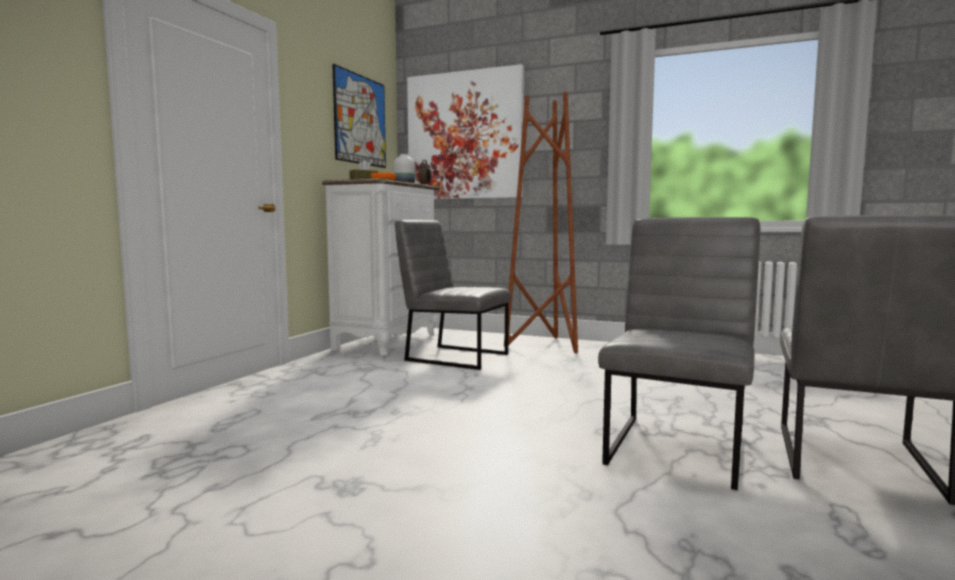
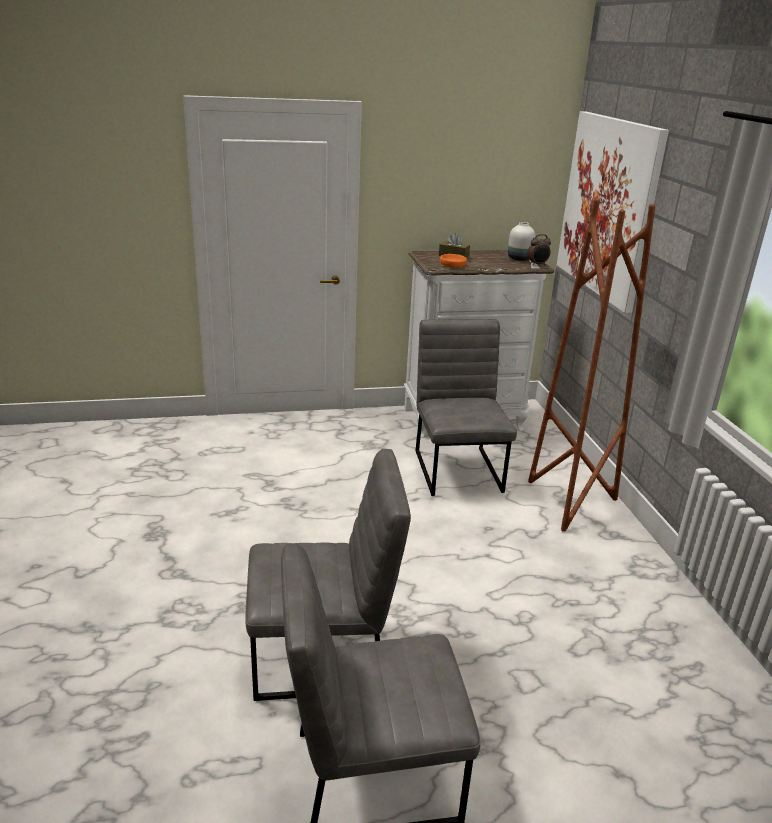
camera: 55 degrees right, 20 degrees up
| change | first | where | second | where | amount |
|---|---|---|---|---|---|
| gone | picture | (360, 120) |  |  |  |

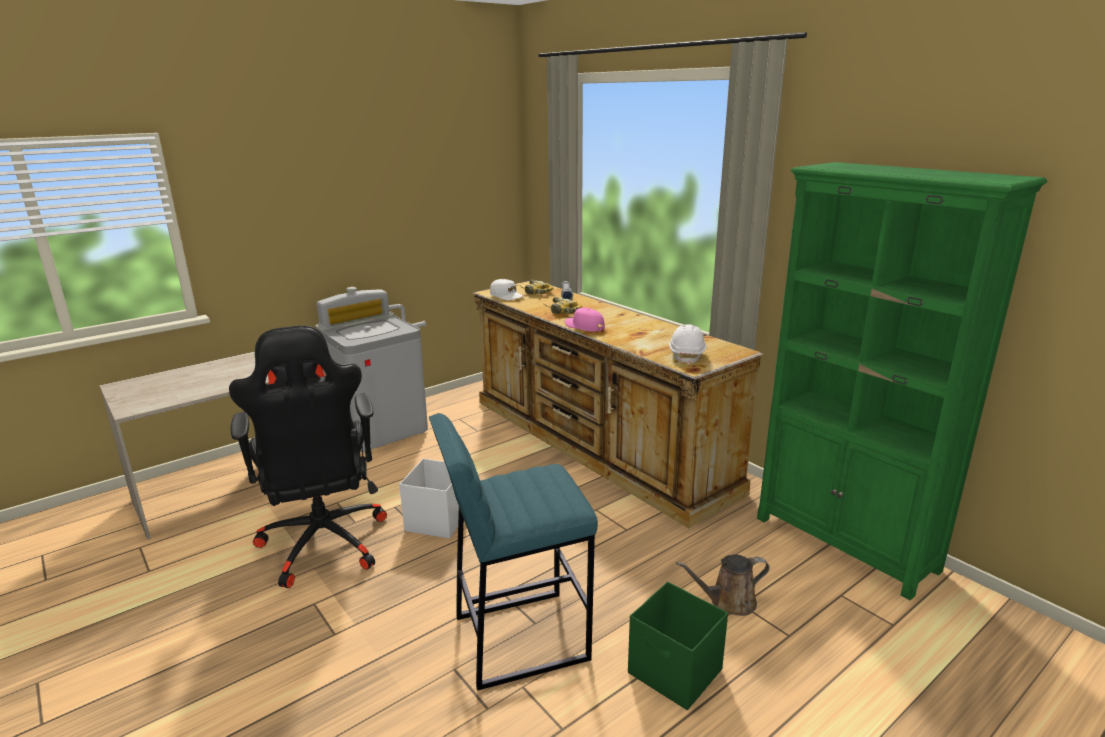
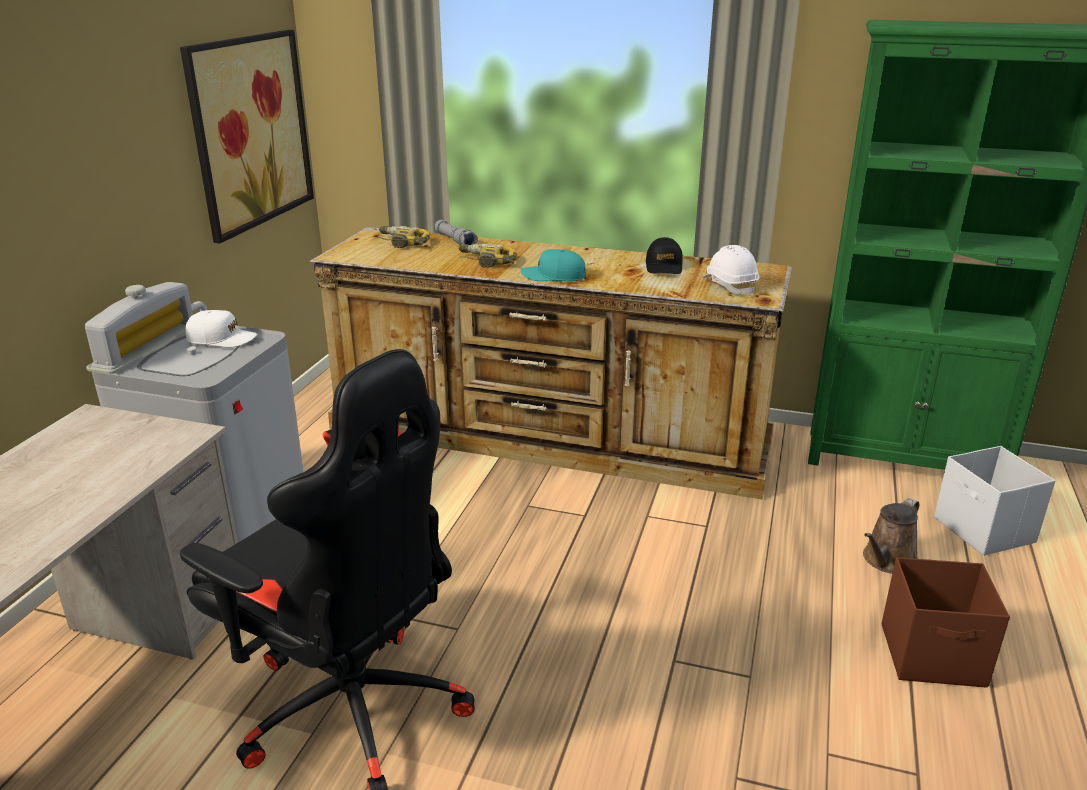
camera: 35 degrees left, 5 degrees up
| change | first | where | second | where | amount |
|---|---|---|---|---|---|
| gone | stool (turquoise) | (517, 638) |  |  |  |
| new |  |  | picture | (250, 132) |  |
| new |  |  | cap (black) | (664, 266) |  |
| shifted | storage box (white) | (437, 521) |  | (984, 531) |  |
| shifted | cap (white) | (506, 296) |  | (222, 339) |  |
| repainted | cap (pink) | (584, 326) | cap (turquoise) | (553, 276) |  |
| repainted | storage box (green) | (675, 673) | storage box (brown) | (934, 656) |  |

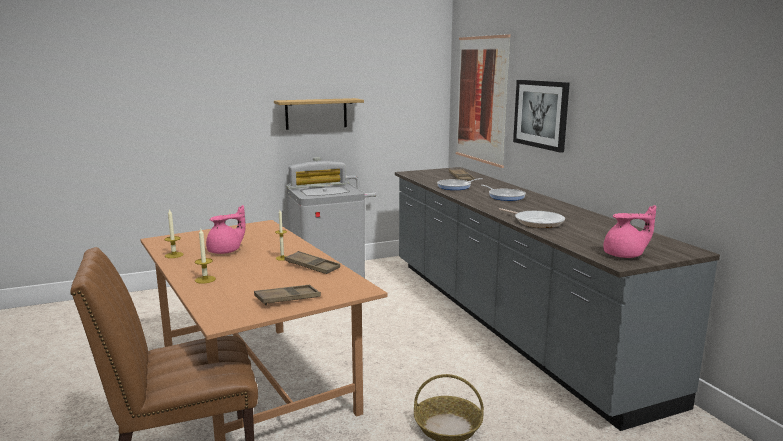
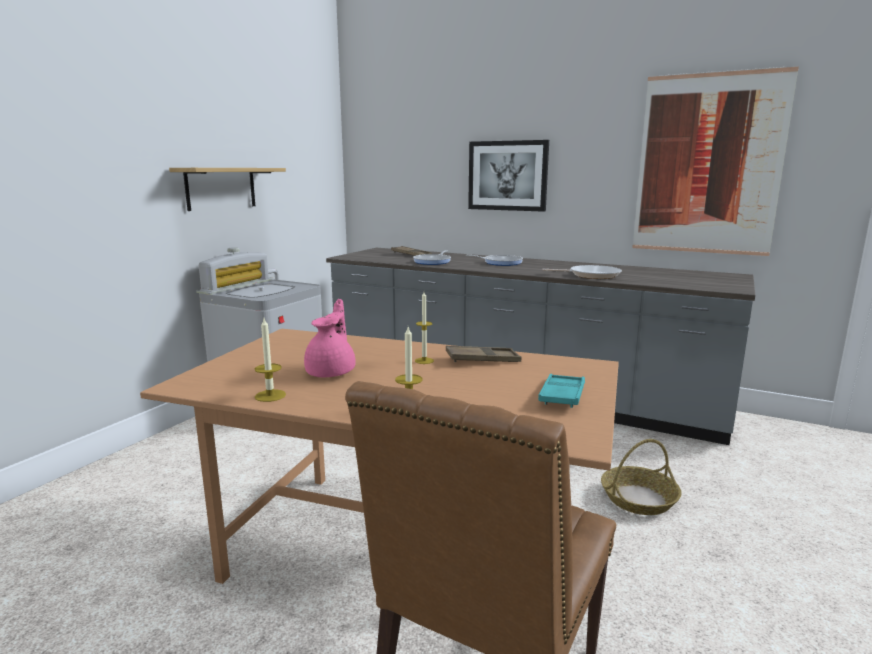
camera: 40 degrees left, 0 degrees up
| change | first | where | second | where | amount |
|---|---|---|---|---|---|
| gone | teapot (pink) | (625, 255) |  |  |  |
| shifted | picture | (481, 99) |  | (708, 165) |  |
| repainted | tray (brown) | (287, 299) | tray (turquoise) | (562, 395) |  |

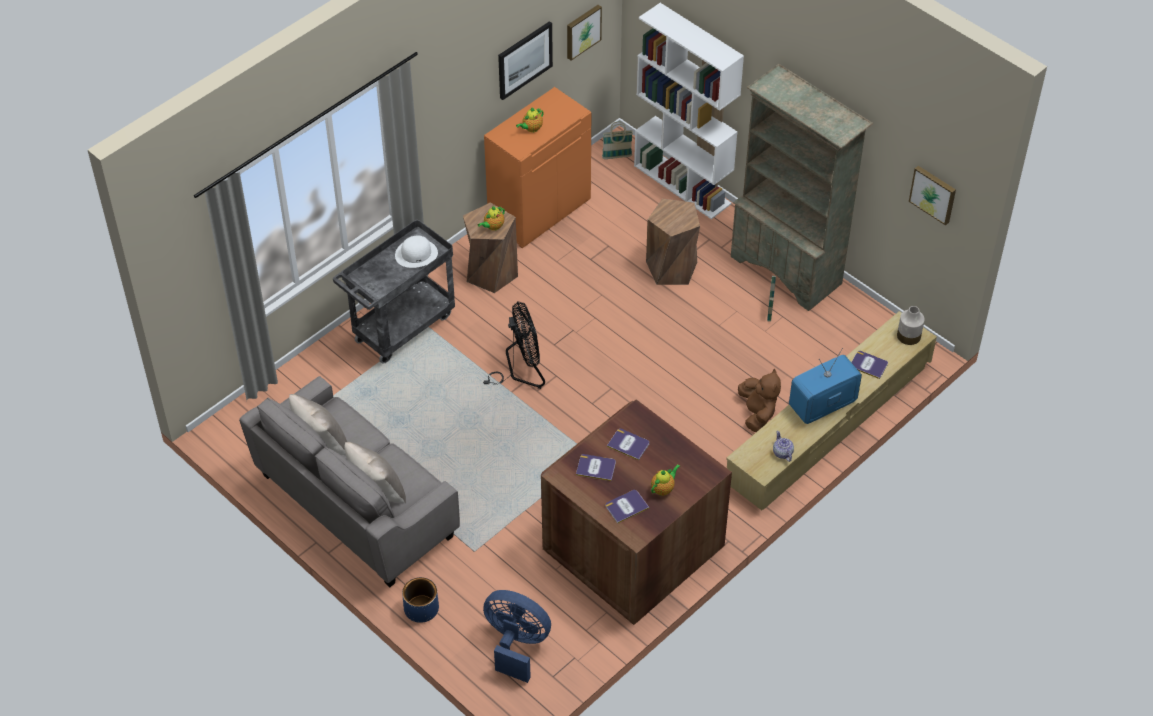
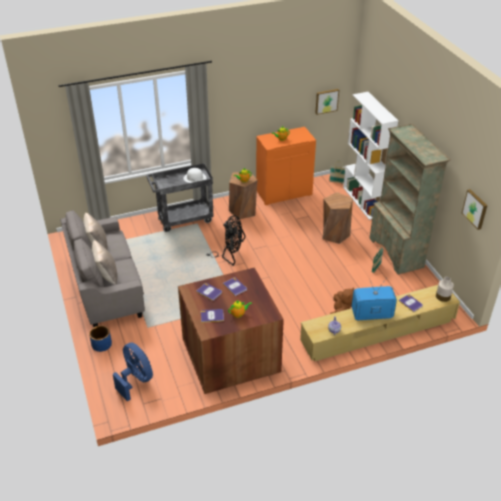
camera: 25 degrees right, 10 degrees down
| change | first | where | second | where | amount |
|---|---|---|---|---|---|
| gone | picture | (524, 59) |  |  |  |

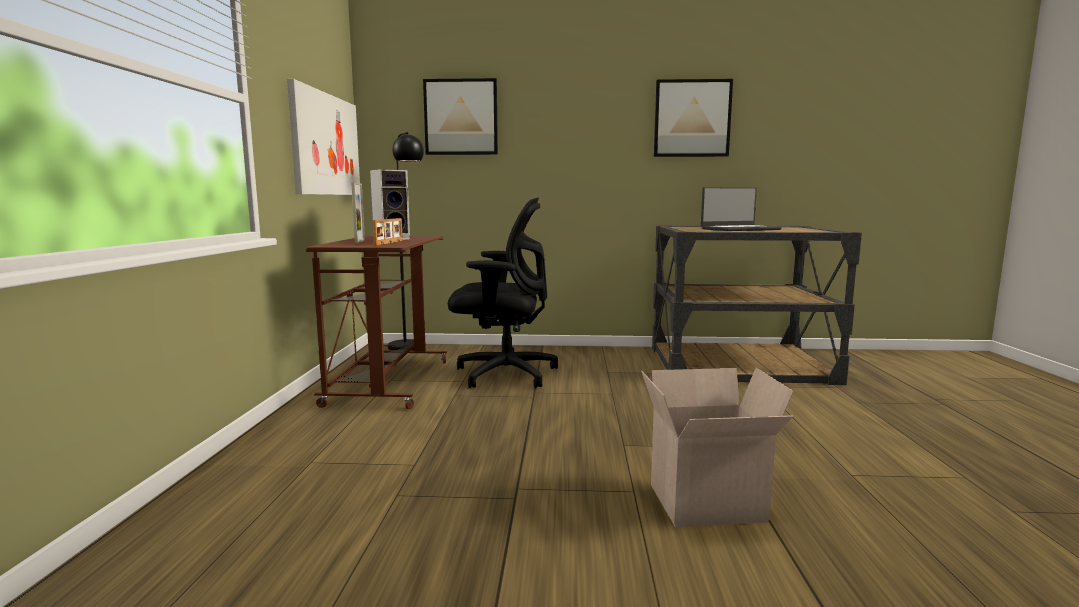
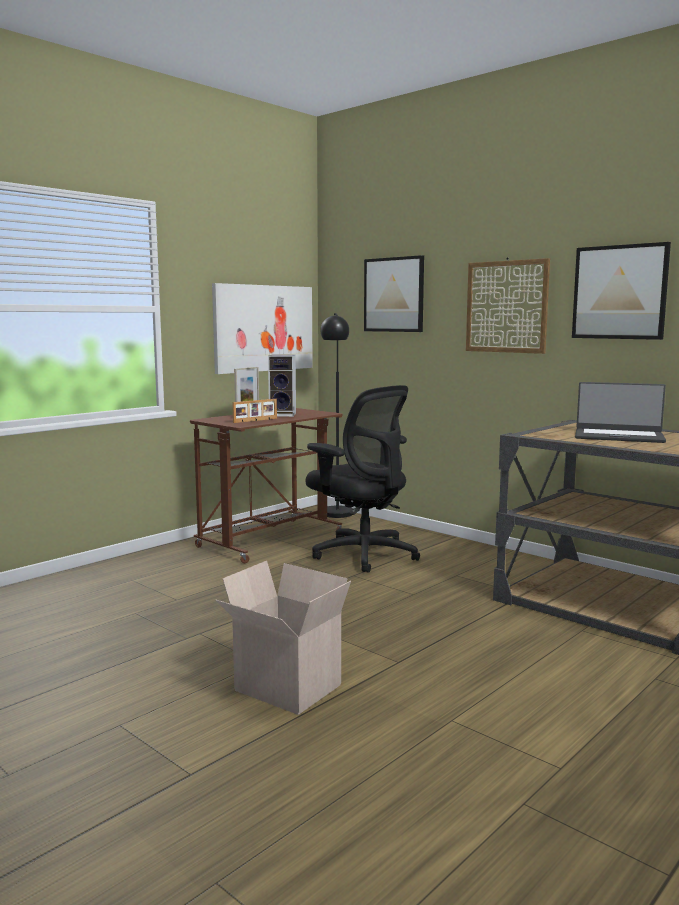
camera: 40 degrees right, 0 degrees up
| change | first | where | second | where | amount |
|---|---|---|---|---|---|
| new |  |  | picture | (506, 305) |  |

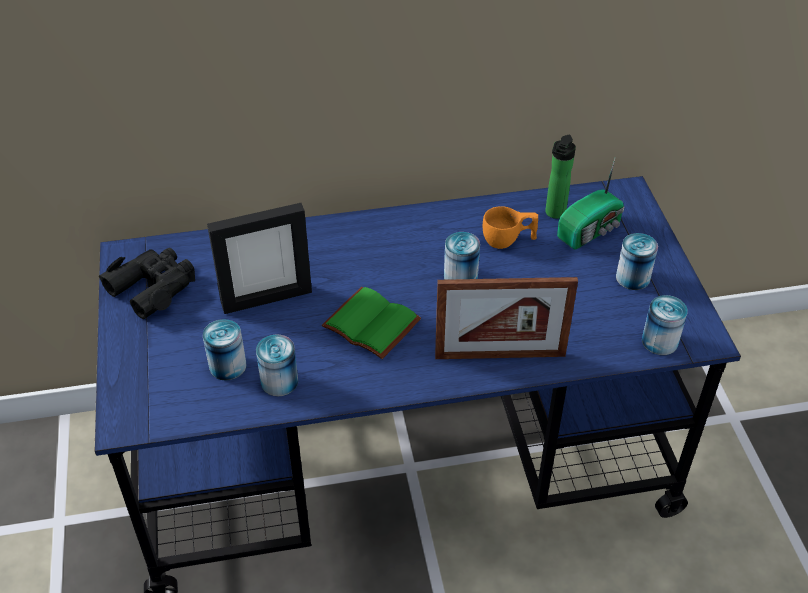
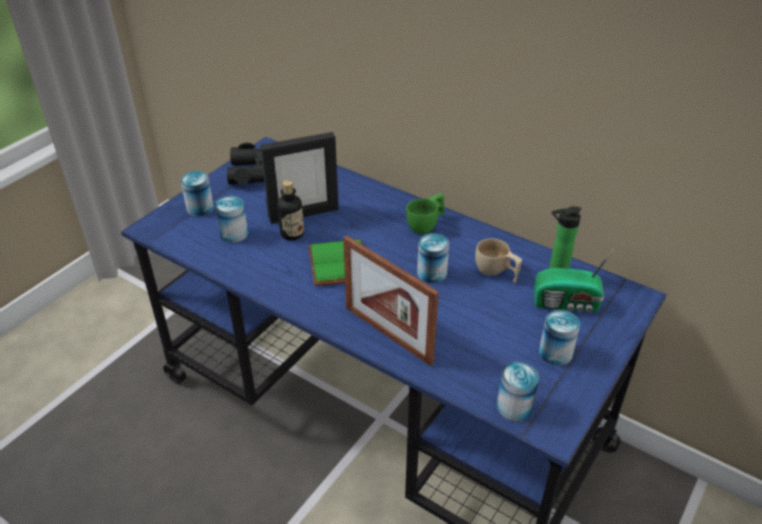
camera: 45 degrees right, 5 degrees down
| change | first | where | second | where | amount |
|---|---|---|---|---|---|
| new |  |  | bottle | (292, 234) |  |
| new |  |  | cup (green) | (427, 224) |  |
| shifted | can | (279, 381) |  | (200, 208) |  |
| repainted | cup (orange) | (508, 240) | cup (beige) | (496, 272) |  |
| rotated | picture frame | (266, 298) |  | (303, 213) | 45 degrees counterclockwise |

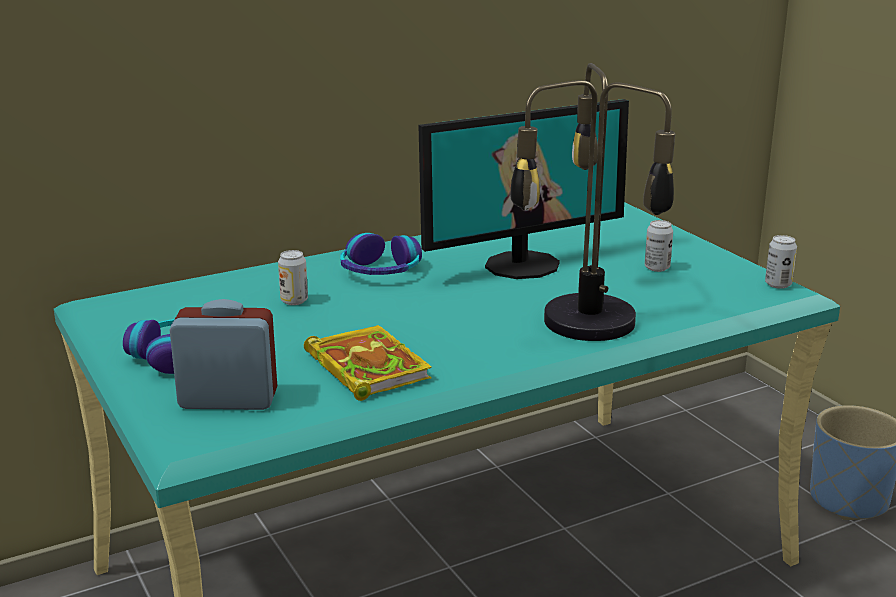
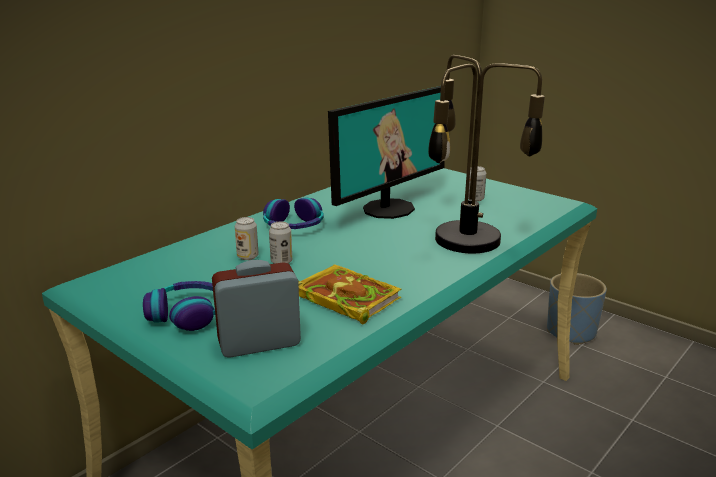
camera: 20 degrees left, 0 degrees up
| change | first | where | second | where | amount |
|---|---|---|---|---|---|
| shifted | can | (778, 284) |  | (281, 262) |  |

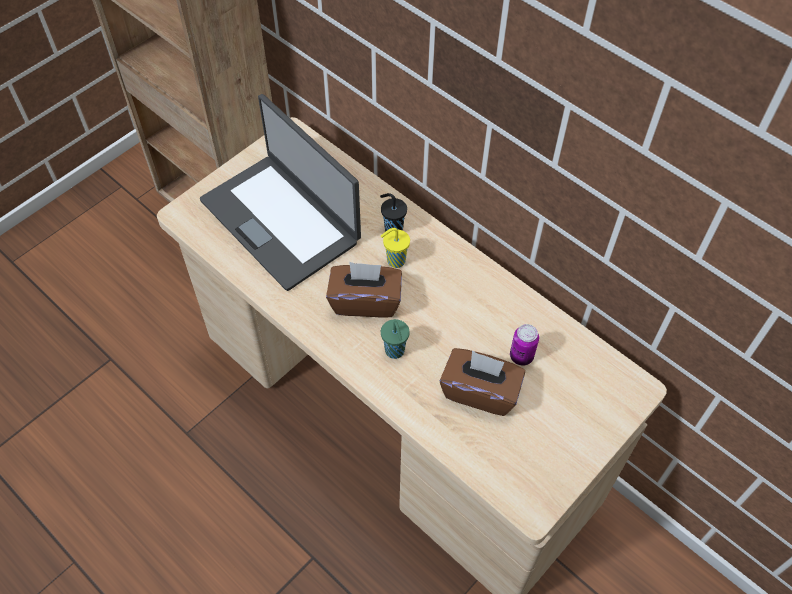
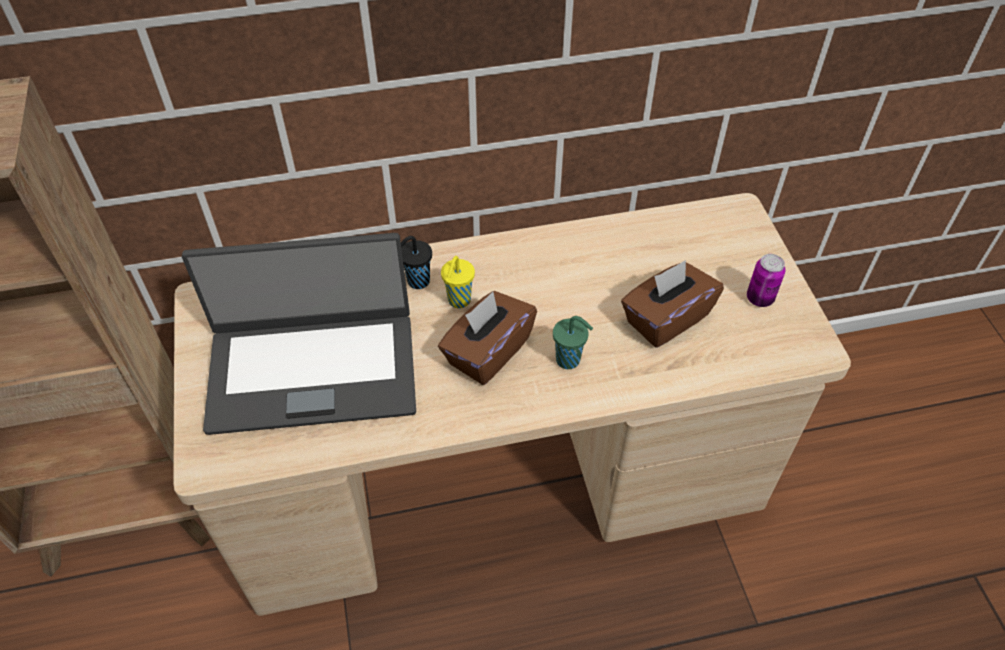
camera: 55 degrees left, 5 degrees down
| change | first | where | second | where | amount |
|---|---|---|---|---|---|
| shifted | can | (521, 356) |  | (759, 298) |  |

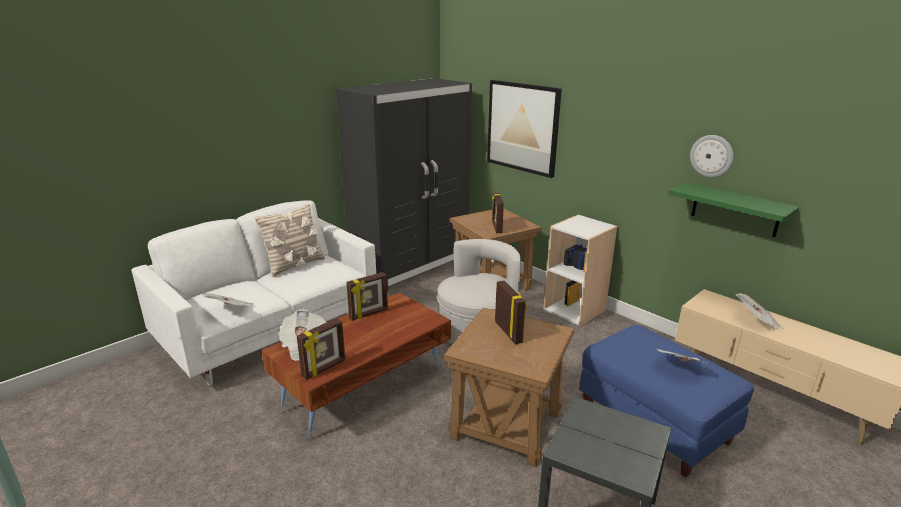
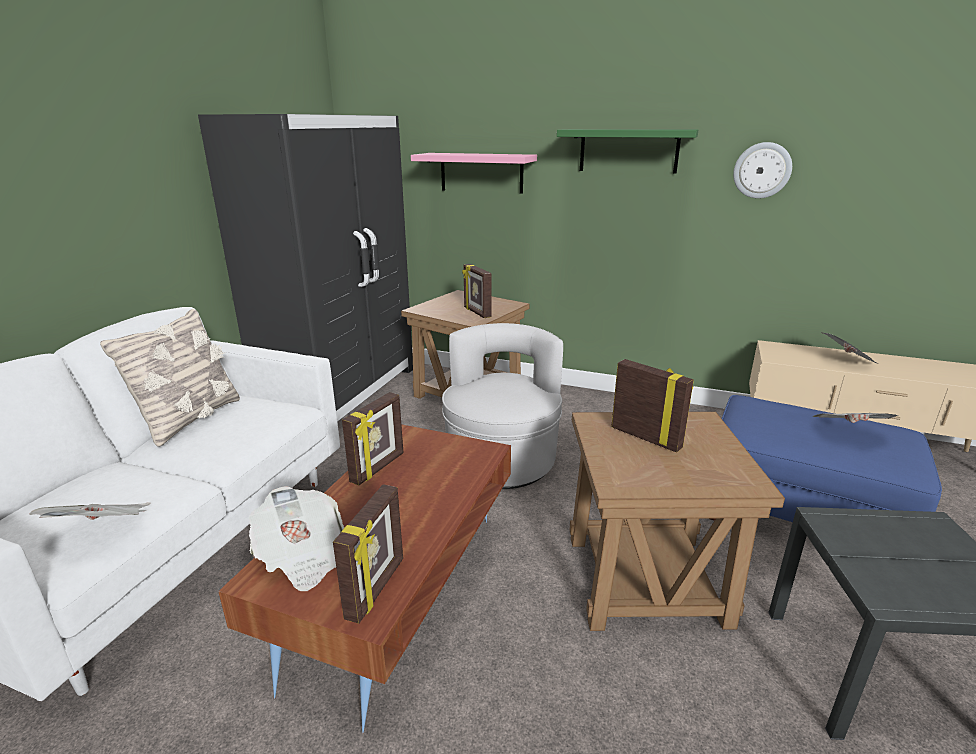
camera: 25 degrees left, 0 degrees up
| change | first | where | second | where | amount |
|---|---|---|---|---|---|
| gone | bookcase | (575, 310) |  |  |  |
| shifted | shelf (green) | (735, 209) |  | (628, 150) |  |
| swapped | picture | (522, 127) | shelf (pink) | (481, 172) |  |

